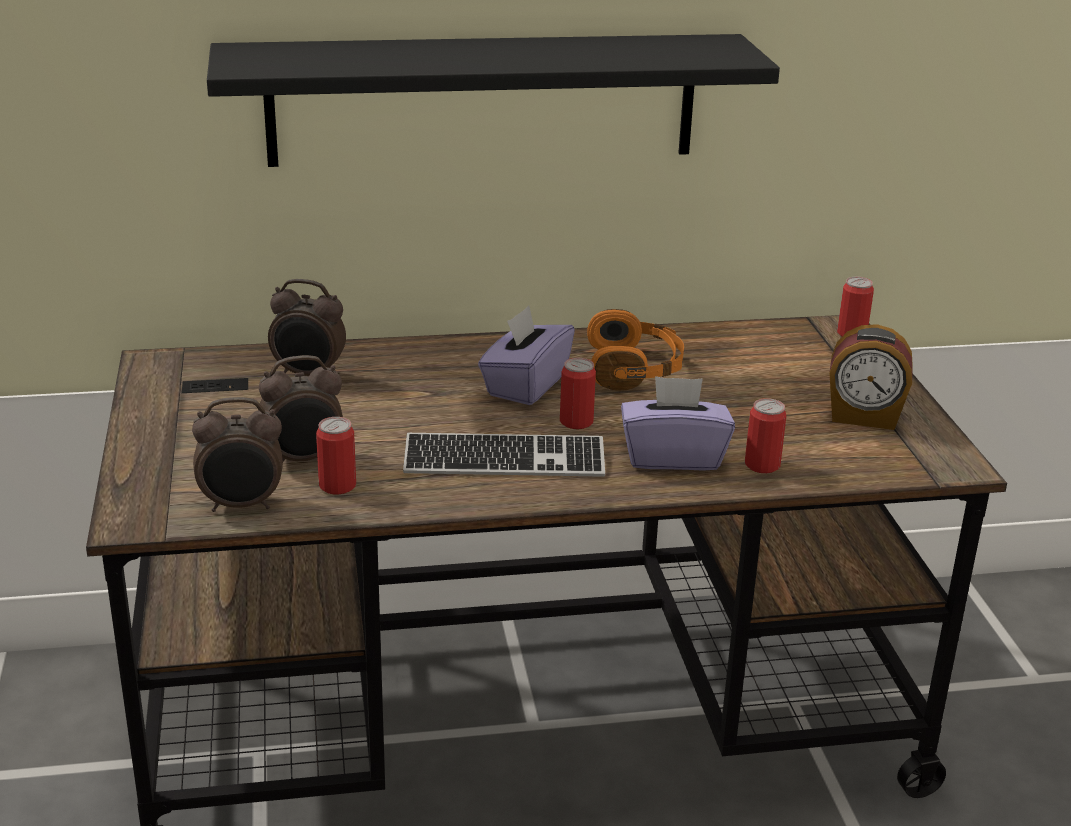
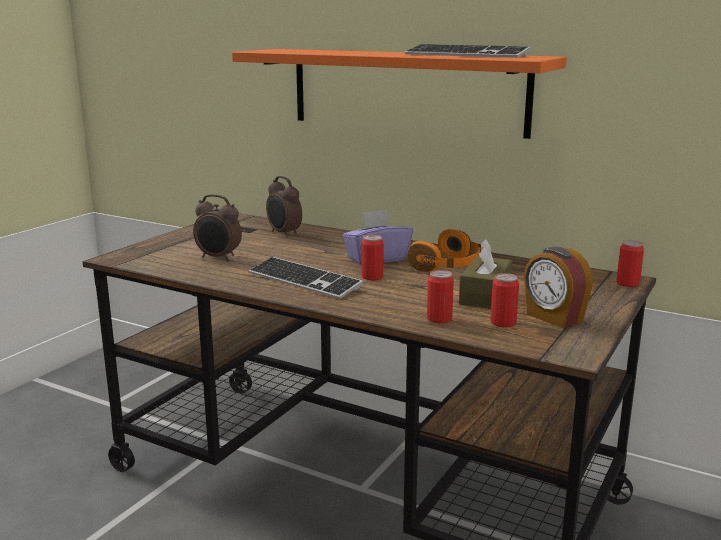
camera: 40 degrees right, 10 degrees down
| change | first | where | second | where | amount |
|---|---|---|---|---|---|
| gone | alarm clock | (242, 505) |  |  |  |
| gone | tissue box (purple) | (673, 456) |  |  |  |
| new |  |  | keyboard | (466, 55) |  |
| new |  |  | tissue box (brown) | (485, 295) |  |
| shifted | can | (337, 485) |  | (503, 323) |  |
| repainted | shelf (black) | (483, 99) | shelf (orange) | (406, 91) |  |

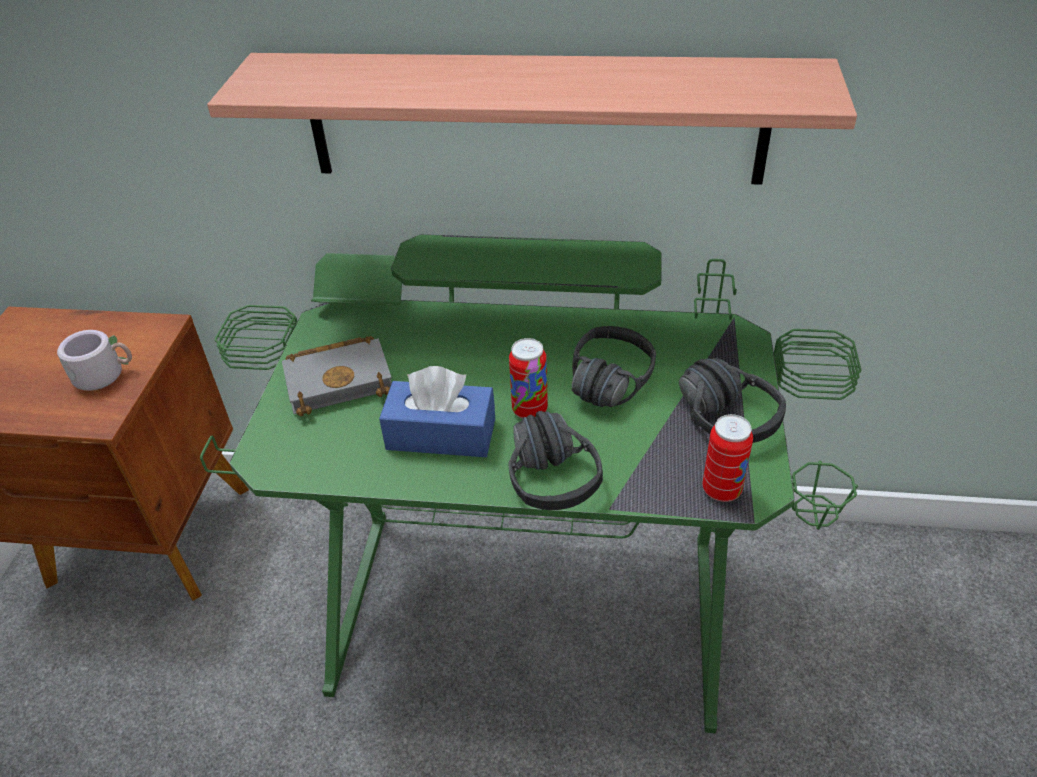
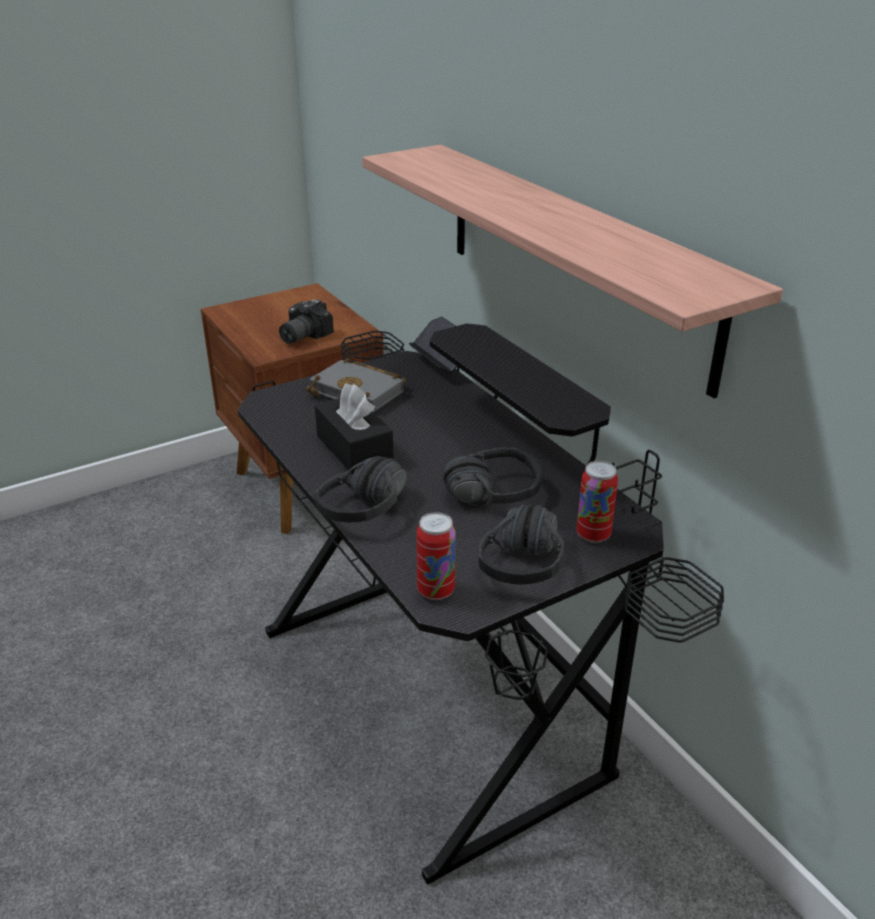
camera: 50 degrees right, 10 degrees down
| change | first | where | second | where | amount |
|---|---|---|---|---|---|
| shifted | can | (529, 410) |  | (593, 534) |  |
| swapped | mug (grey) | (105, 373) | photo camera | (301, 336) |  |
| repainted | desk (green) | (530, 601) | desk (black) | (438, 695) |  |
| repainted | tissue box (blue) | (441, 434) | tissue box (black) | (354, 449) |  |

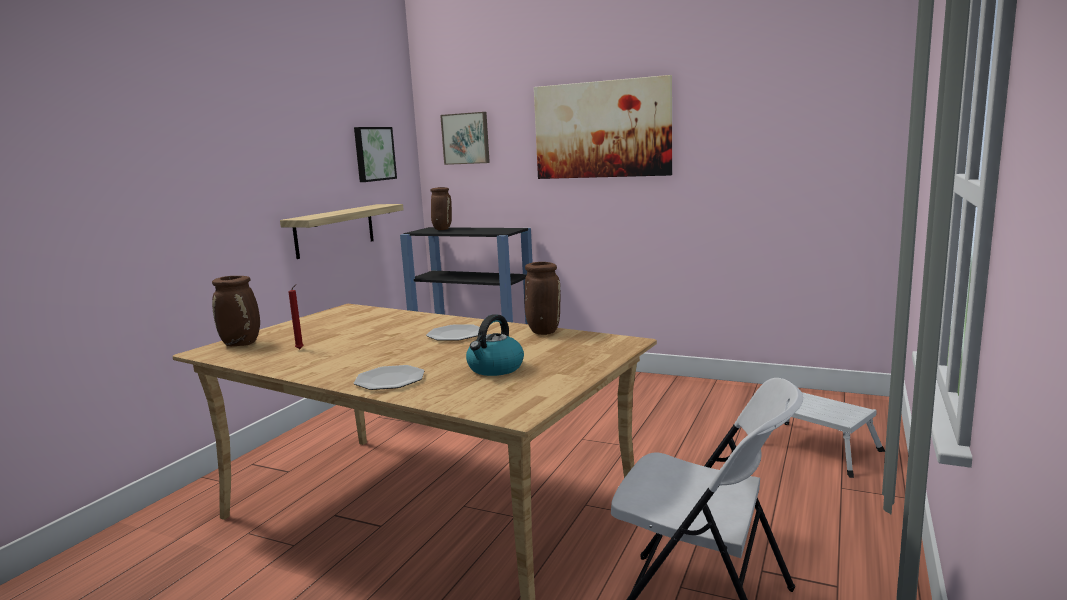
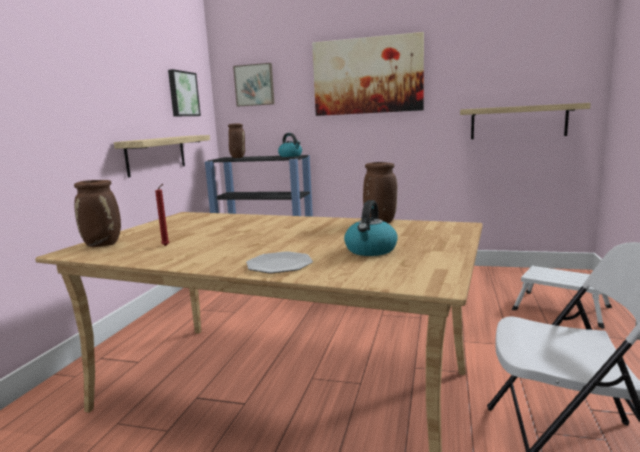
camera: 10 degrees left, 0 degrees up
| change | first | where | second | where | amount |
|---|---|---|---|---|---|
| gone | plate | (455, 334) |  |  |  |
| new |  |  | kettle | (291, 156) |  |
| new |  |  | shelf | (518, 122) |  |

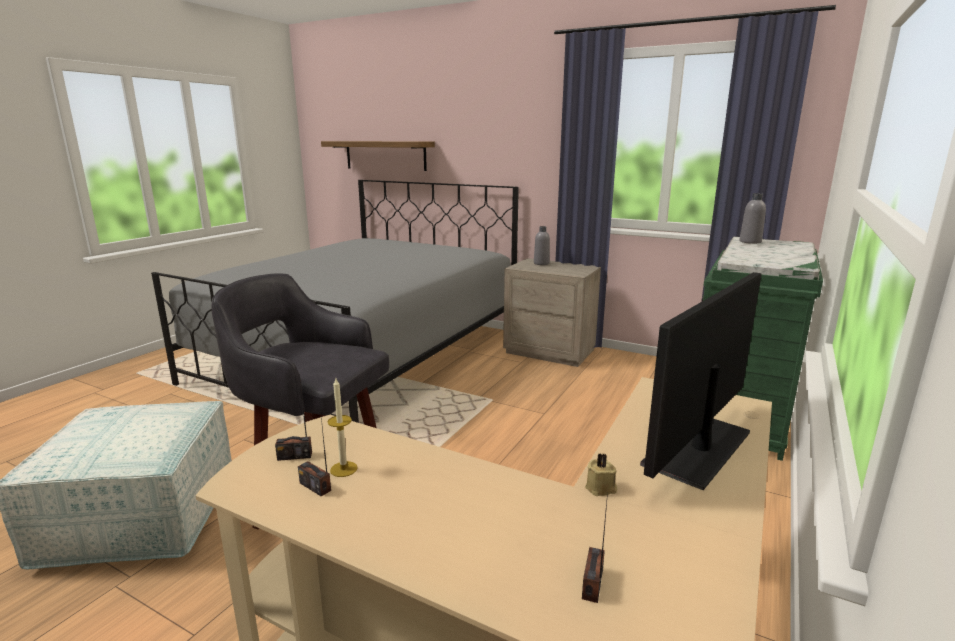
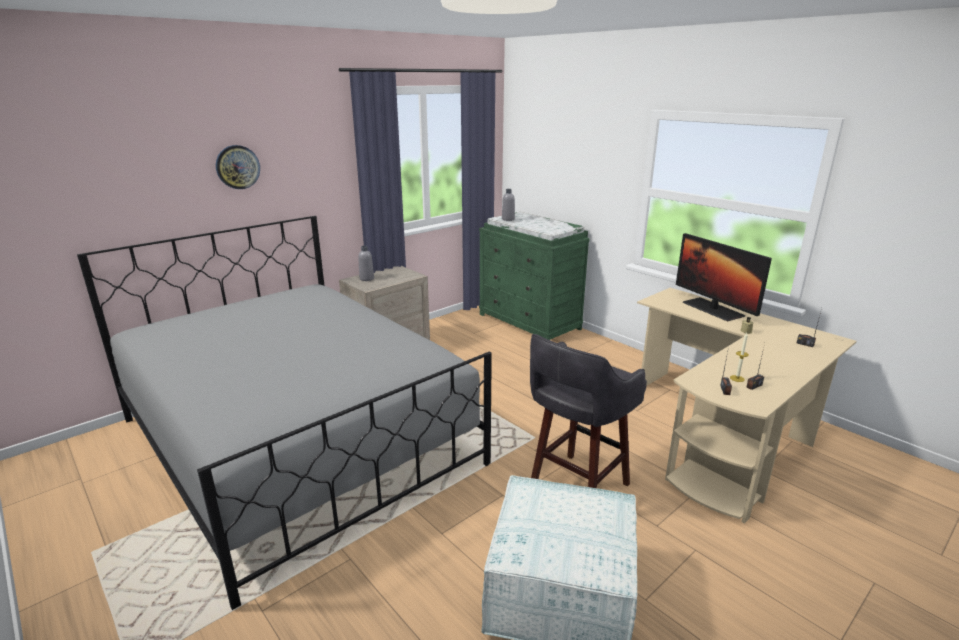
camera: 70 degrees left, 5 degrees up
| change | first | where | second | where | amount |
|---|---|---|---|---|---|
| gone | shelf | (385, 155) |  |  |  |
| new |  |  | wall clock | (237, 167) |  |

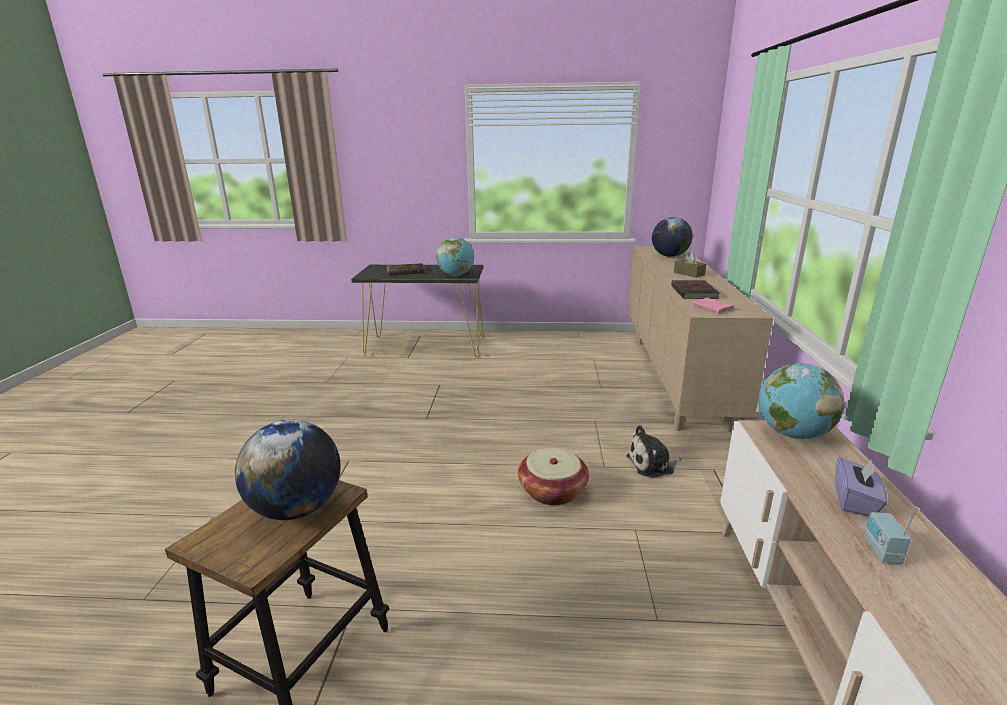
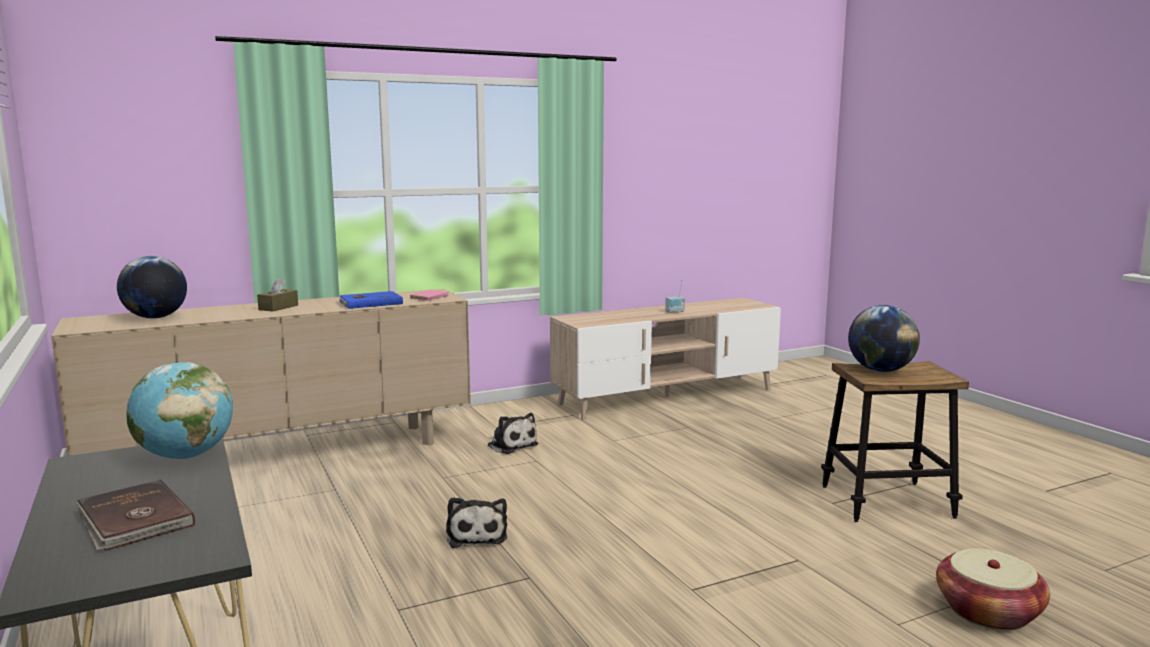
camera: 120 degrees left, 10 degrees down
| change | first | where | second | where | amount |
|---|---|---|---|---|---|
| gone | globe | (792, 434) |  |  |  |
| gone | tissue box (purple) | (855, 501) |  |  |  |
| new |  |  | plush toy | (476, 535) |  |
| shifted | basket | (552, 491) |  | (988, 612) |  |
| repainted | book (brown) | (694, 292) | book (blue) | (370, 303) |  |

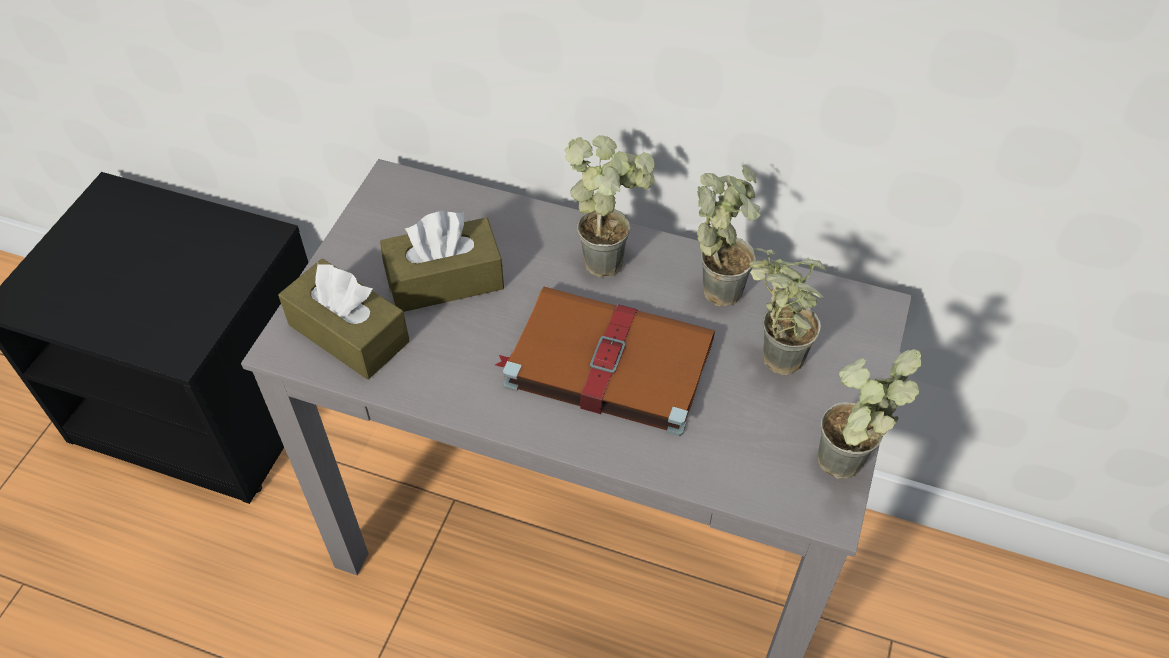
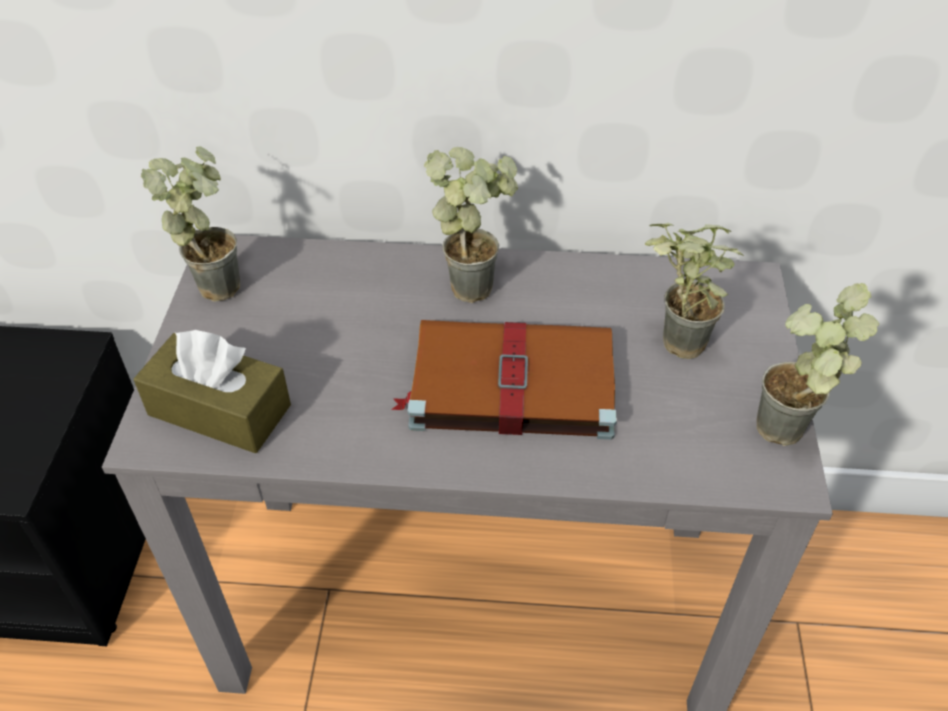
camera: 15 degrees left, 5 degrees down
| change | first | where | second | where | amount |
|---|---|---|---|---|---|
| gone | tissue box (brown) | (445, 280) |  |  |  |
| shifted | potted plant | (719, 283) |  | (216, 280) |  |

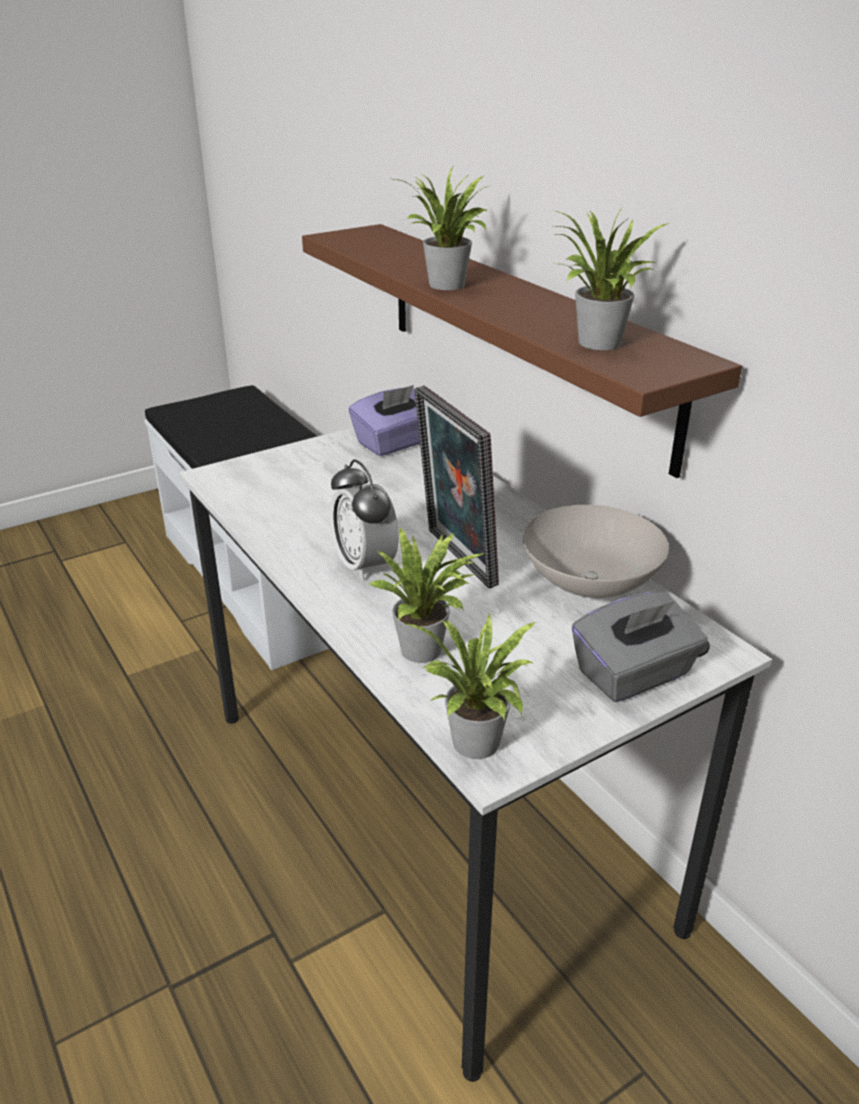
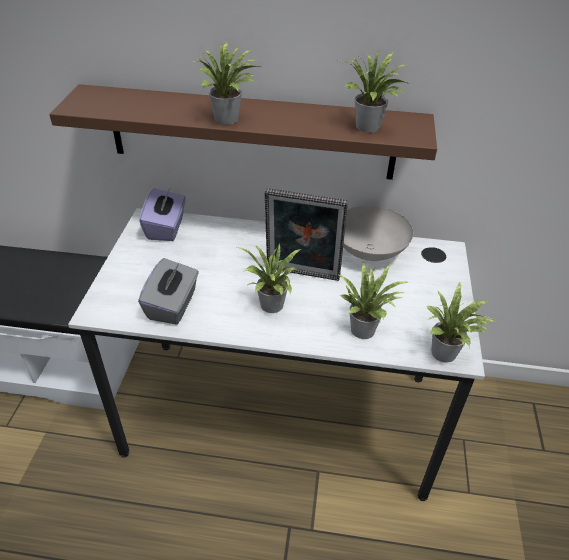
camera: 50 degrees left, 10 degrees up
| change | first | where | second | where | amount |
|---|---|---|---|---|---|
| shifted | tissue box (grey) | (634, 674) |  | (173, 305) |  |
| swapped | alarm clock | (365, 565) | potted plant | (271, 307) |  |

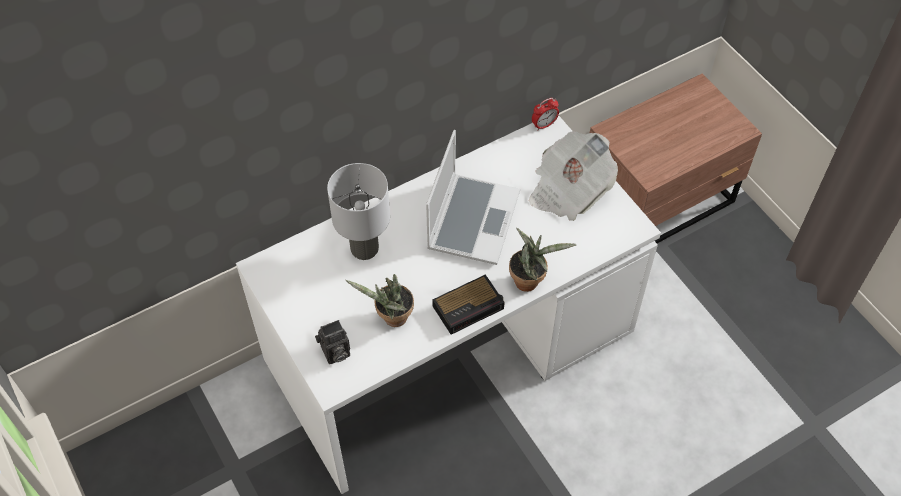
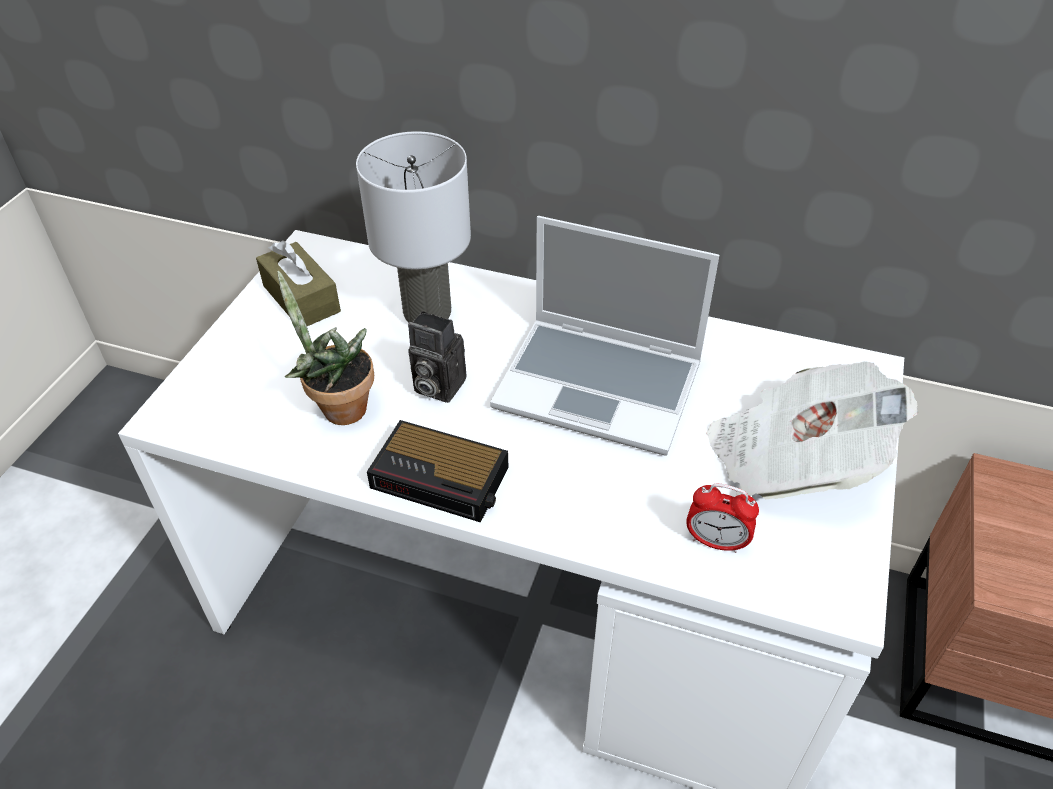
camera: 50 degrees right, 10 degrees down
| change | first | where | second | where | amount |
|---|---|---|---|---|---|
| gone | potted plant | (529, 280) |  |  |  |
| new |  |  | tissue box (brown) | (301, 299) |  |
| shifted | photo camera | (335, 353) |  | (436, 386) |  |
| shifted | alarm clock | (544, 125) |  | (716, 542) |  |
| rotated | laptop | (472, 219) |  | (601, 386) | 45 degrees clockwise |

